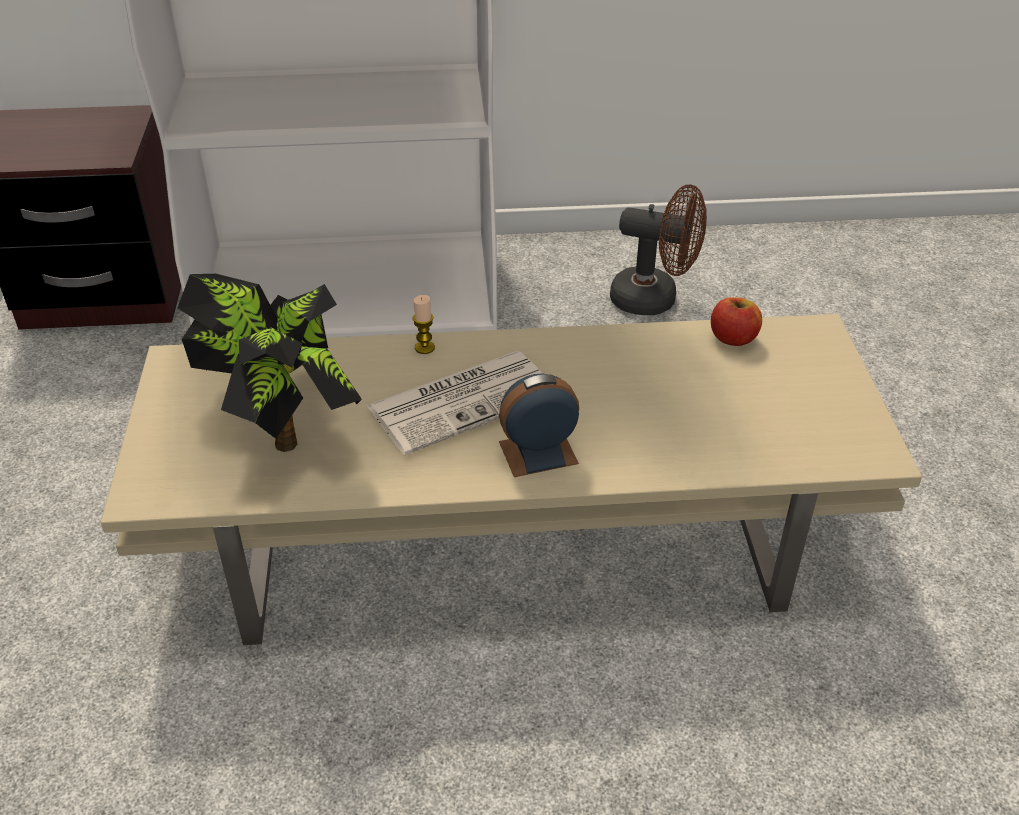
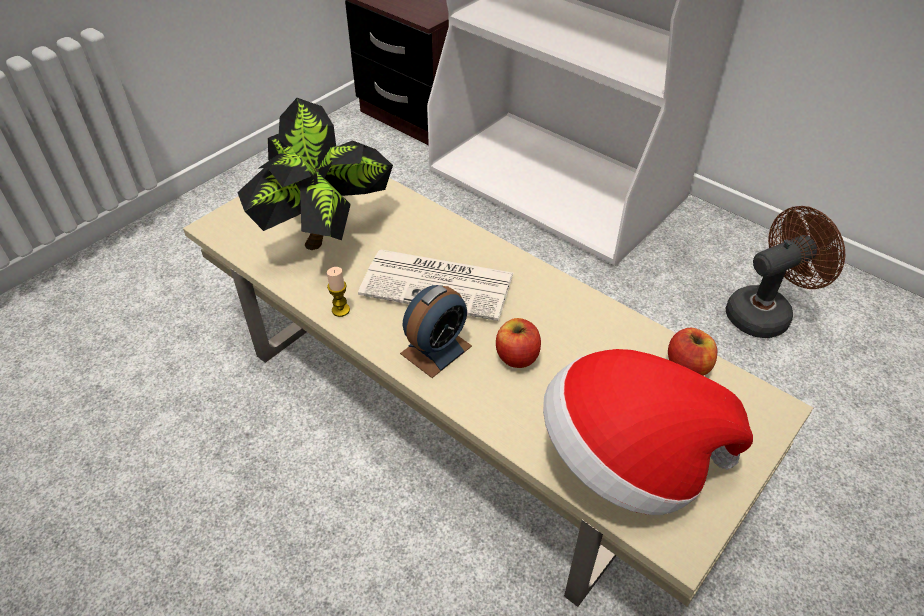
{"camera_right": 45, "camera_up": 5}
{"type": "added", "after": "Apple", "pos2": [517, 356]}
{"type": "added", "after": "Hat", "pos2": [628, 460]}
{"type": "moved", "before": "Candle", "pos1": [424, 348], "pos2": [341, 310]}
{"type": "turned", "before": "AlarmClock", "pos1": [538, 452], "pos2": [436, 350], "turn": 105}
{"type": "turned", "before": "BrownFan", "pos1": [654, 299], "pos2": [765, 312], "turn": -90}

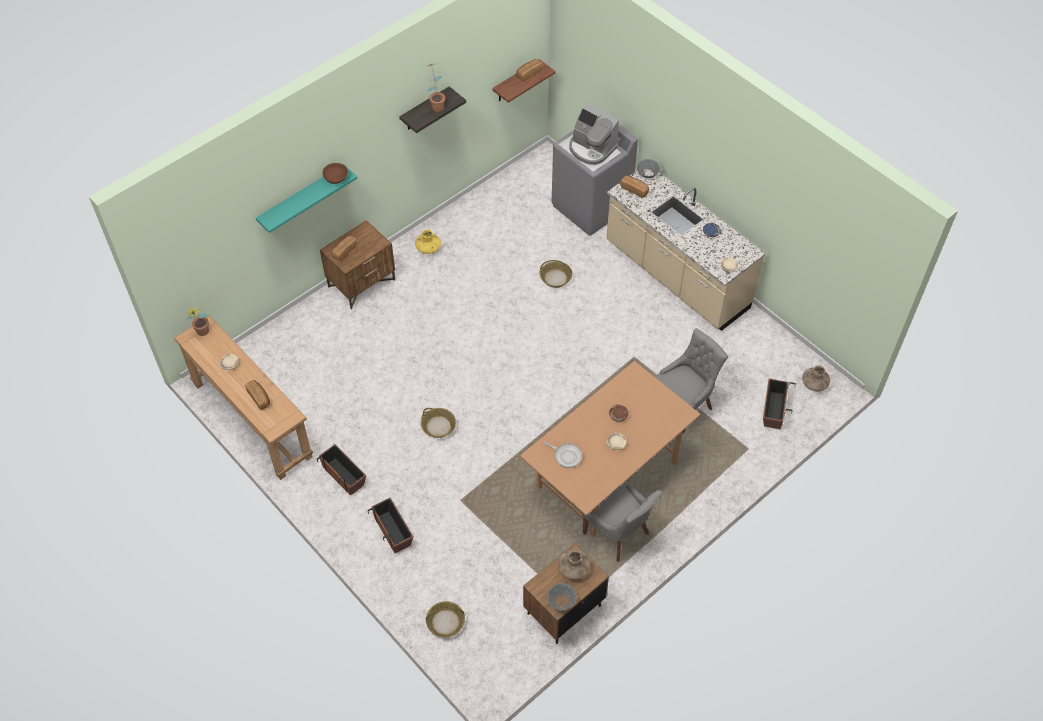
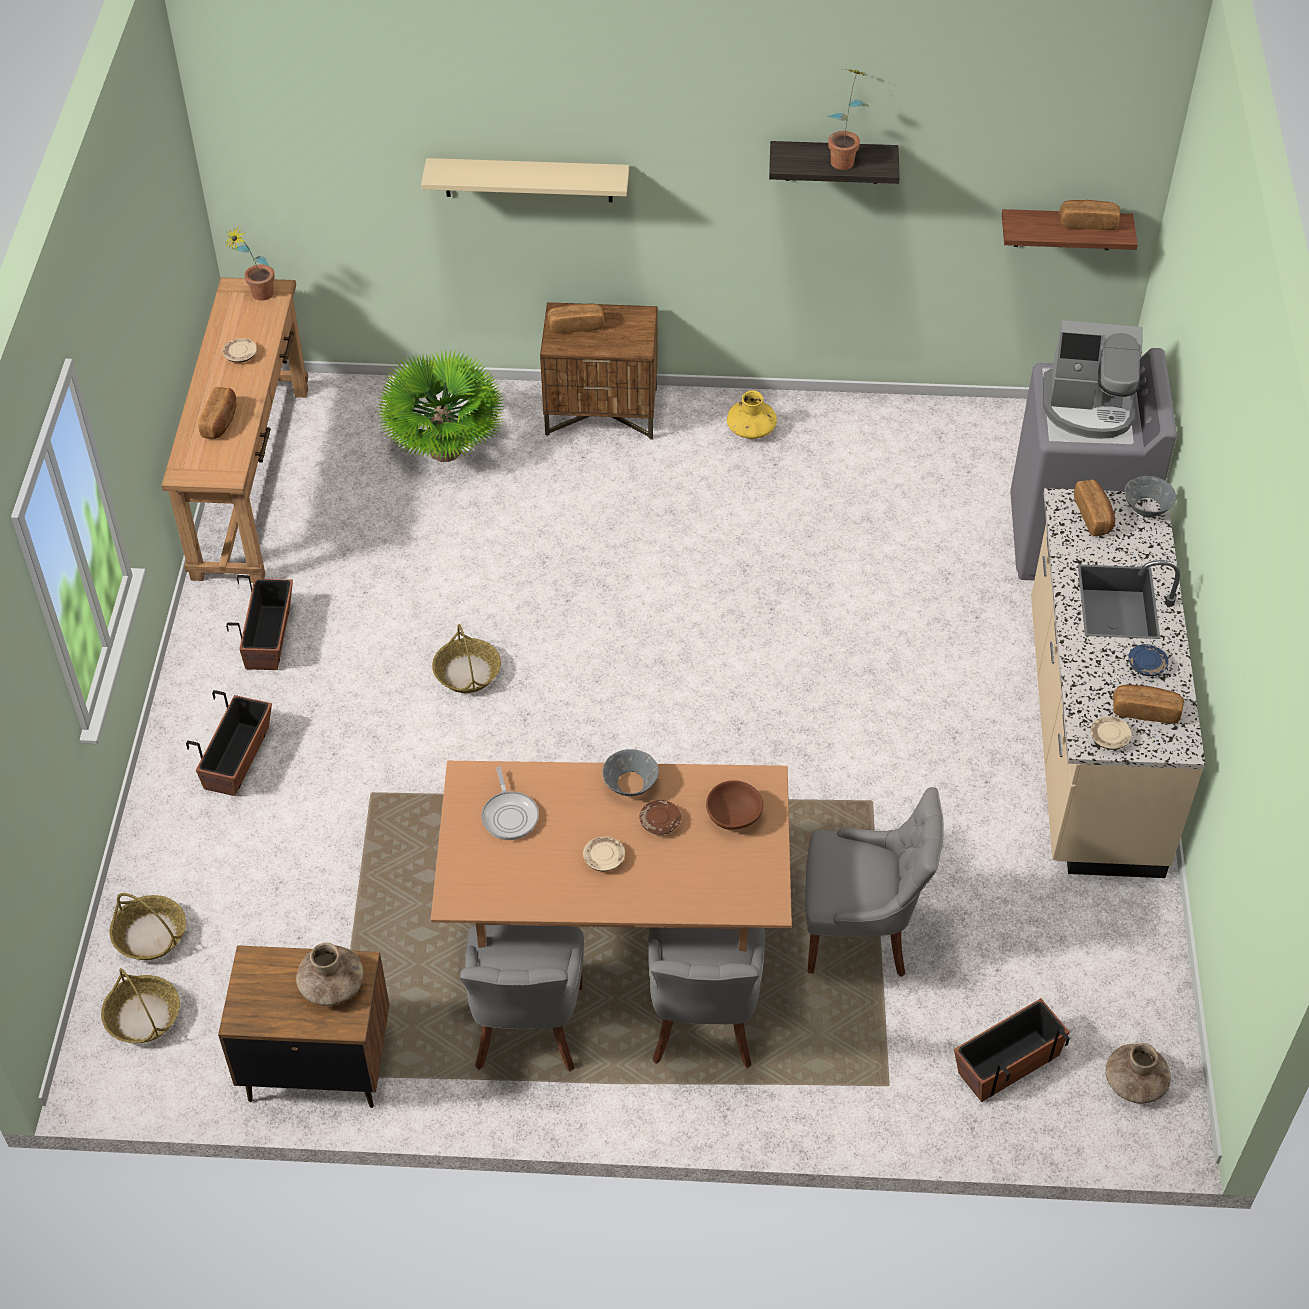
{"camera_right": 45, "camera_up": -5}
{"type": "added", "after": "PottedPlant", "pos2": [445, 450]}
{"type": "added", "after": "GreyChair", "pos2": [703, 1025]}
{"type": "added", "after": "Bread", "pos2": [1145, 711]}
{"type": "moved", "before": "BrownBowl", "pos1": [336, 179], "pos2": [733, 816]}
{"type": "moved", "before": "Basket", "pos1": [556, 278], "pos2": [144, 1017]}
{"type": "moved", "before": "GreyBowl", "pos1": [561, 601], "pos2": [630, 784]}
{"type": "recoloured", "before": "TurquoiseShelf", "after": "BeigeShelf", "pos1": [301, 198], "pos2": [528, 180]}
{"type": "turned", "before": "CoffeeMachine", "pos1": [591, 148], "pos2": [1088, 408], "turn": -75}

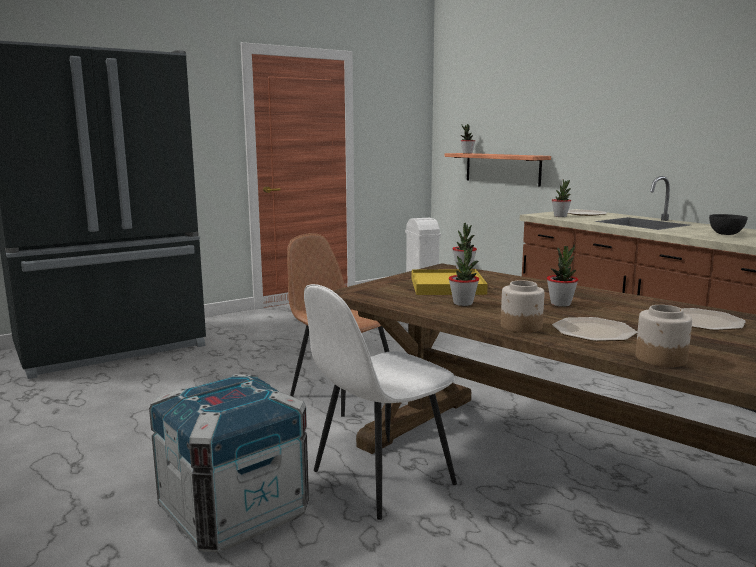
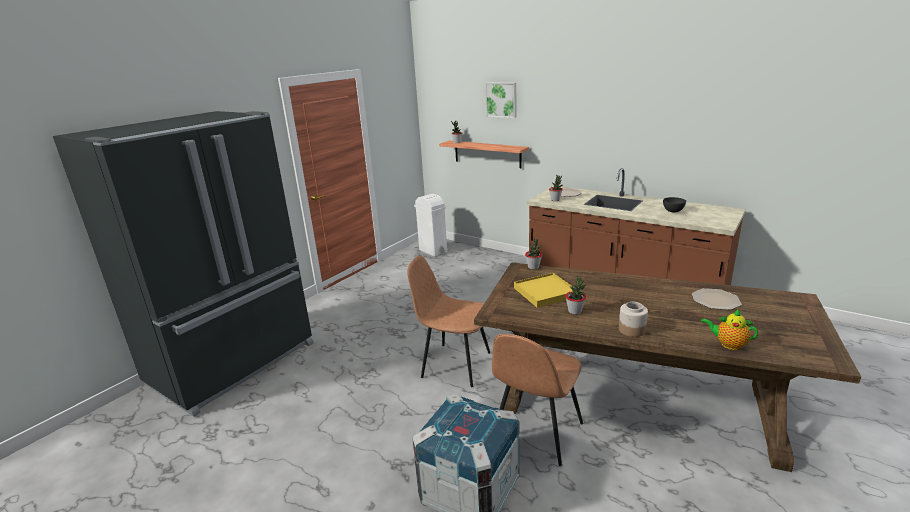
{"camera_right": -20, "camera_up": 10}
{"type": "removed", "before": "PottedPlant", "pos1": [560, 304]}
{"type": "removed", "before": "Plate", "pos1": [593, 331]}
{"type": "added", "after": "Picture", "pos2": [501, 99]}
{"type": "replaced", "before": "Jar", "after": "Teapot", "pos1": [661, 359], "pos2": [728, 344]}
{"type": "recoloured", "before": "WhiteChair", "after": "BrownChair", "pos1": [380, 479], "pos2": [536, 433]}

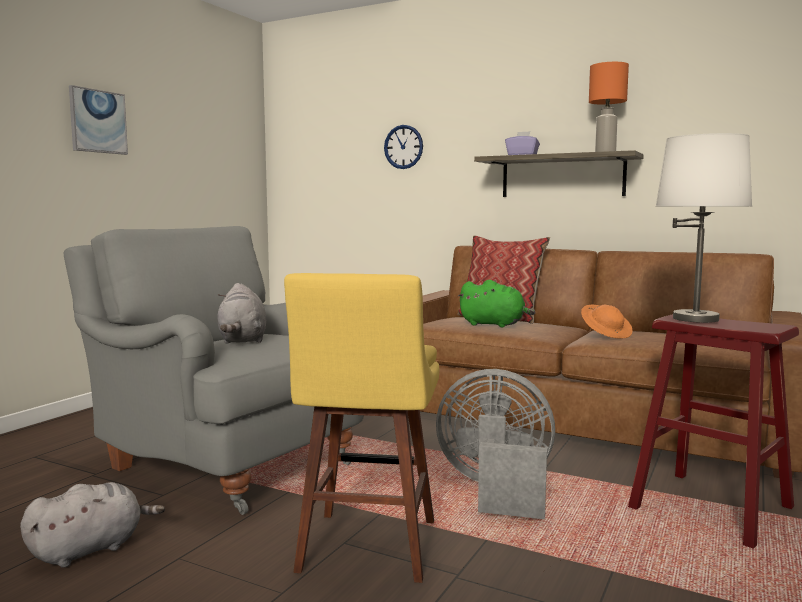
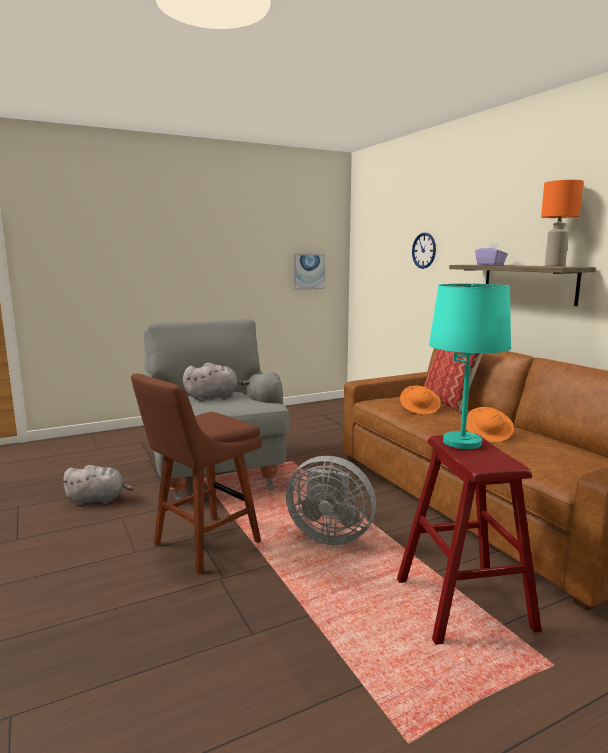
{"camera_right": 35, "camera_up": 5}
{"type": "moved", "before": "Picture", "pos1": [98, 121], "pos2": [308, 271]}
{"type": "replaced", "before": "GreenPlushToy", "after": "OrangeHat", "pos1": [494, 325], "pos2": [420, 409]}
{"type": "recoloured", "before": "YellowStool", "after": "BrownStool", "pos1": [367, 550], "pos2": [202, 545]}
{"type": "recoloured", "before": "WhiteTableLamp", "after": "TurquoiseTableLamp", "pos1": [695, 319], "pos2": [462, 442]}
{"type": "turned", "before": "GreyPlushToy", "pos1": [242, 340], "pos2": [214, 397], "turn": -135}
{"type": "turned", "before": "GreyFan", "pos1": [496, 490], "pos2": [329, 535], "turn": 150}

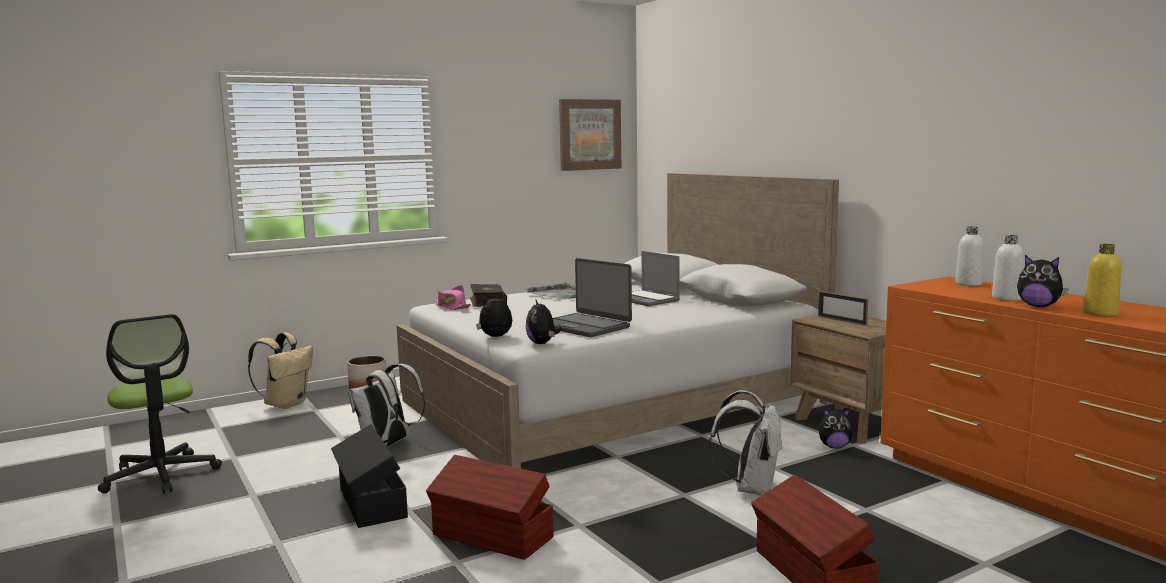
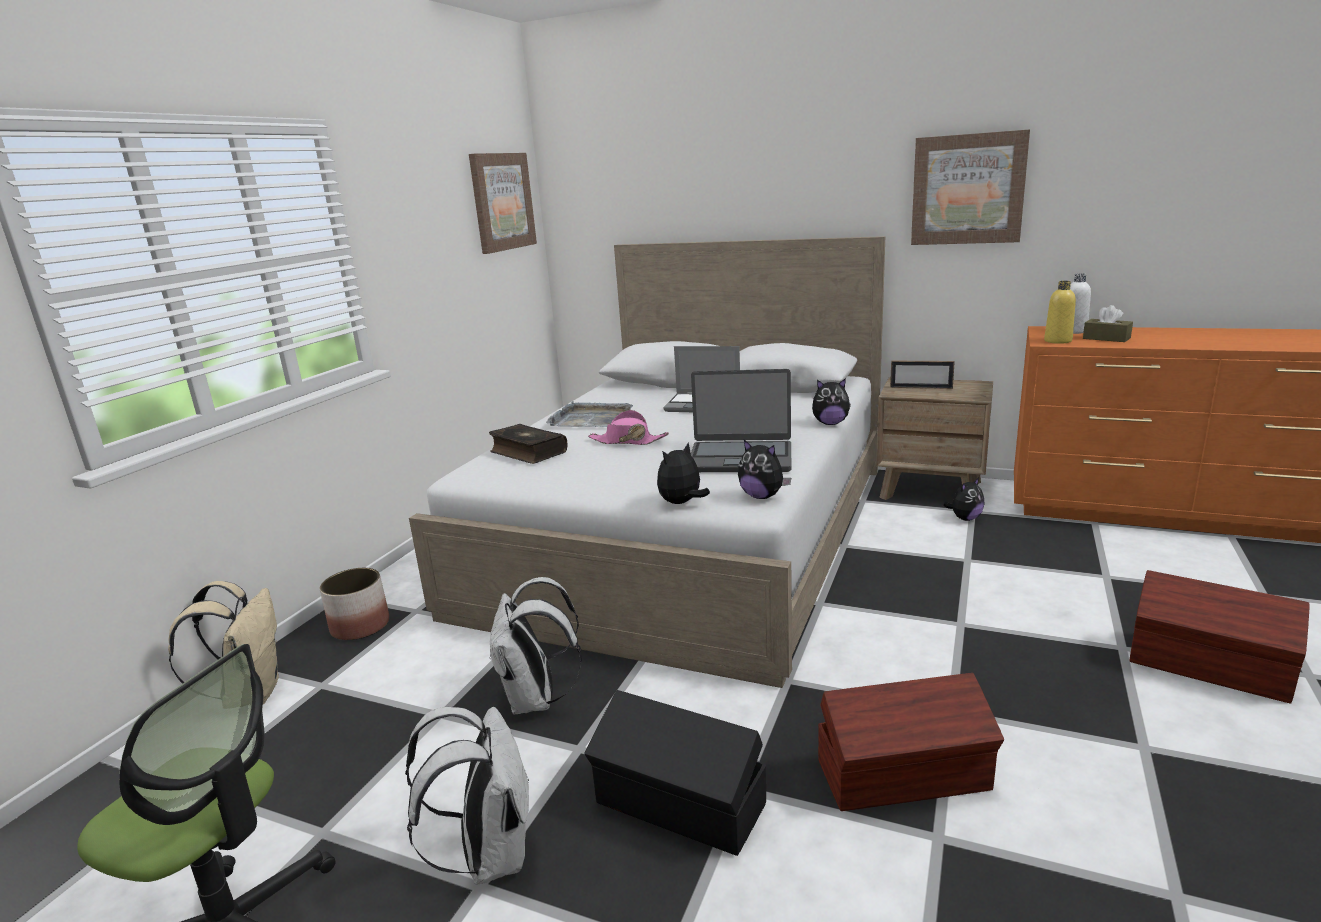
{"camera_right": -35, "camera_up": 10}
{"type": "removed", "before": "WhiteBottle", "pos1": [1006, 298]}
{"type": "added", "after": "Picture", "pos2": [968, 189]}
{"type": "added", "after": "BrownTissueBox", "pos2": [1106, 338]}
{"type": "moved", "before": "PinkHat", "pos1": [452, 306], "pos2": [628, 441]}
{"type": "moved", "before": "WhiteBackpack", "pos1": [751, 488], "pos2": [489, 854]}
{"type": "moved", "before": "PlushToy", "pos1": [1038, 306], "pos2": [830, 423]}
{"type": "moved", "before": "YellowBottle", "pos1": [1100, 313], "pos2": [1058, 341]}

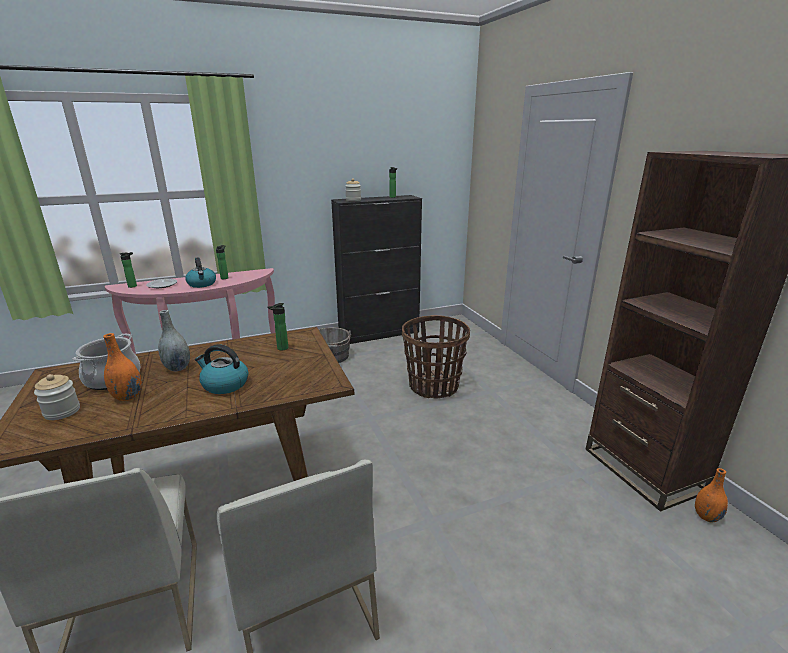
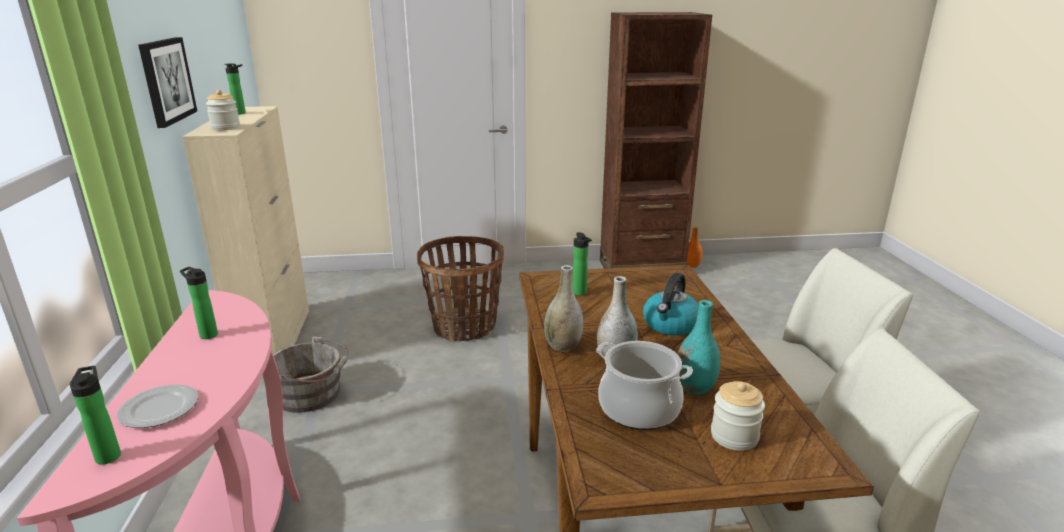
{"camera_right": -75, "camera_up": 0}
{"type": "removed", "before": "Kettle", "pos1": [202, 284]}
{"type": "added", "after": "Picture", "pos2": [166, 81]}
{"type": "added", "after": "GreyVase", "pos2": [563, 346]}
{"type": "recoloured", "before": "OrangeVase", "after": "TurquoiseVase", "pos1": [127, 396], "pos2": [694, 388]}
{"type": "recoloured", "before": "BlackCabinet", "after": "BeigeCabinet", "pos1": [379, 333], "pos2": [275, 341]}

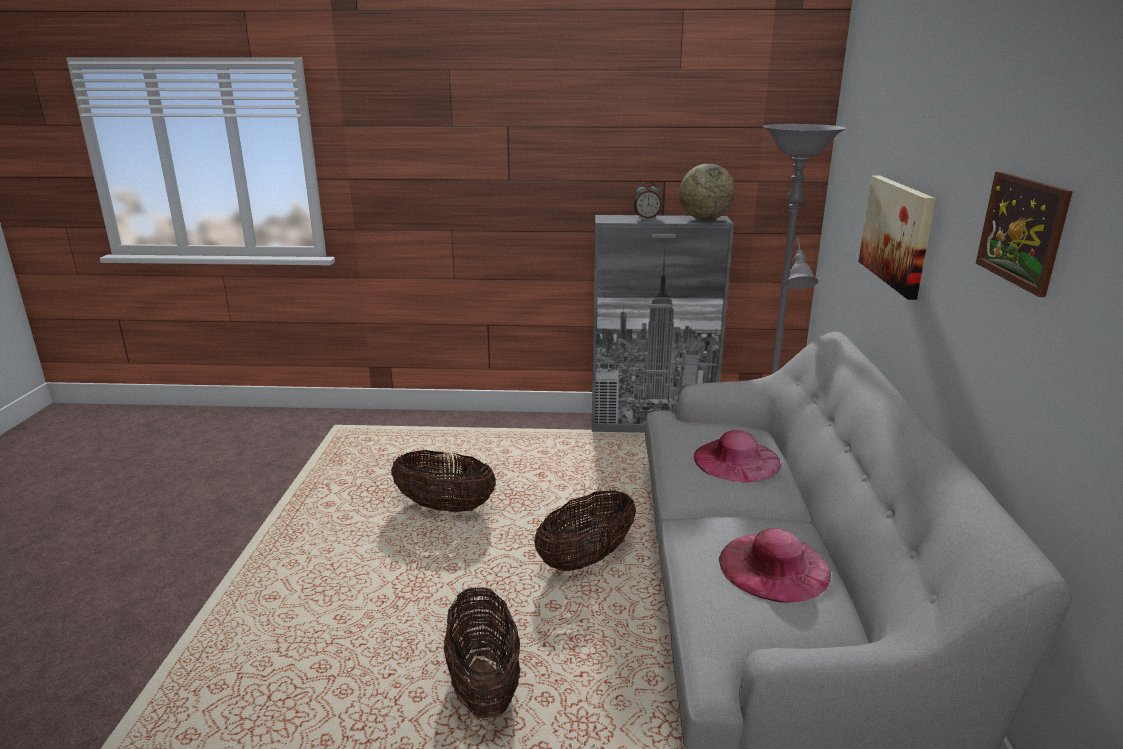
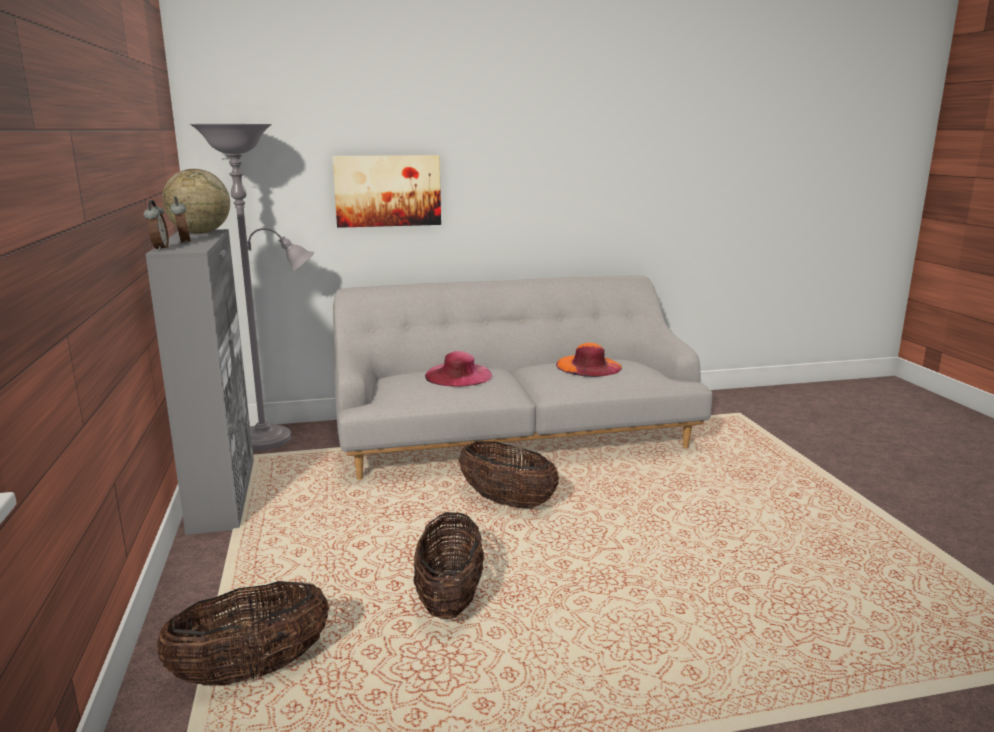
{"camera_right": -105, "camera_up": -5}
{"type": "removed", "before": "Picture", "pos1": [1021, 231]}
{"type": "added", "after": "AlarmClock", "pos2": [159, 248]}
{"type": "moved", "before": "Basket", "pos1": [484, 684], "pos2": [252, 671]}
{"type": "recoloured", "before": "PinkHat", "after": "OrangeHat", "pos1": [774, 566], "pos2": [589, 366]}

